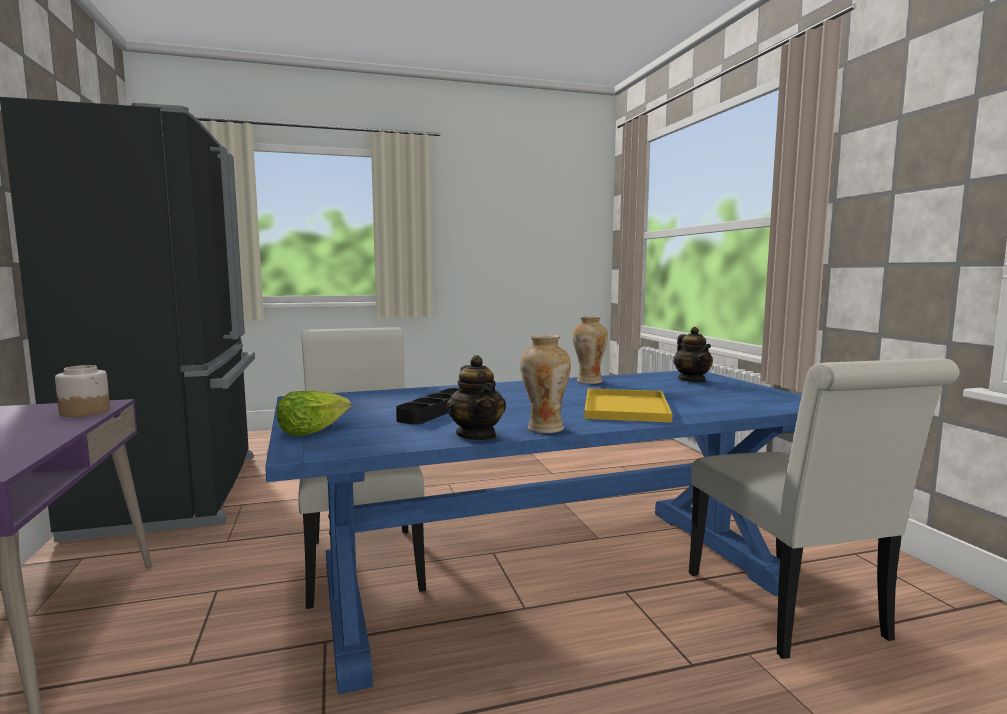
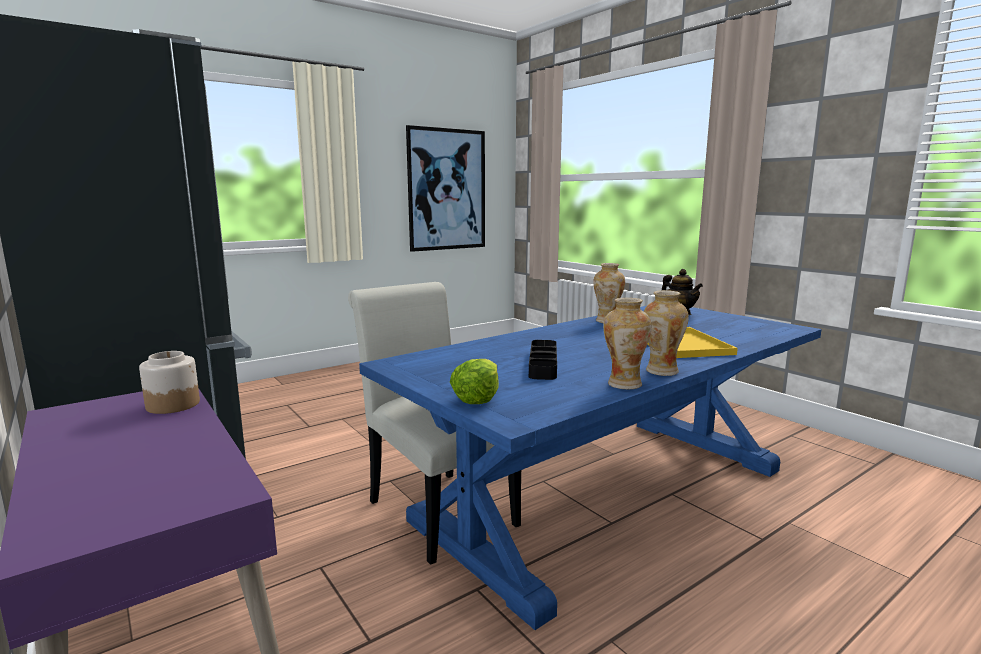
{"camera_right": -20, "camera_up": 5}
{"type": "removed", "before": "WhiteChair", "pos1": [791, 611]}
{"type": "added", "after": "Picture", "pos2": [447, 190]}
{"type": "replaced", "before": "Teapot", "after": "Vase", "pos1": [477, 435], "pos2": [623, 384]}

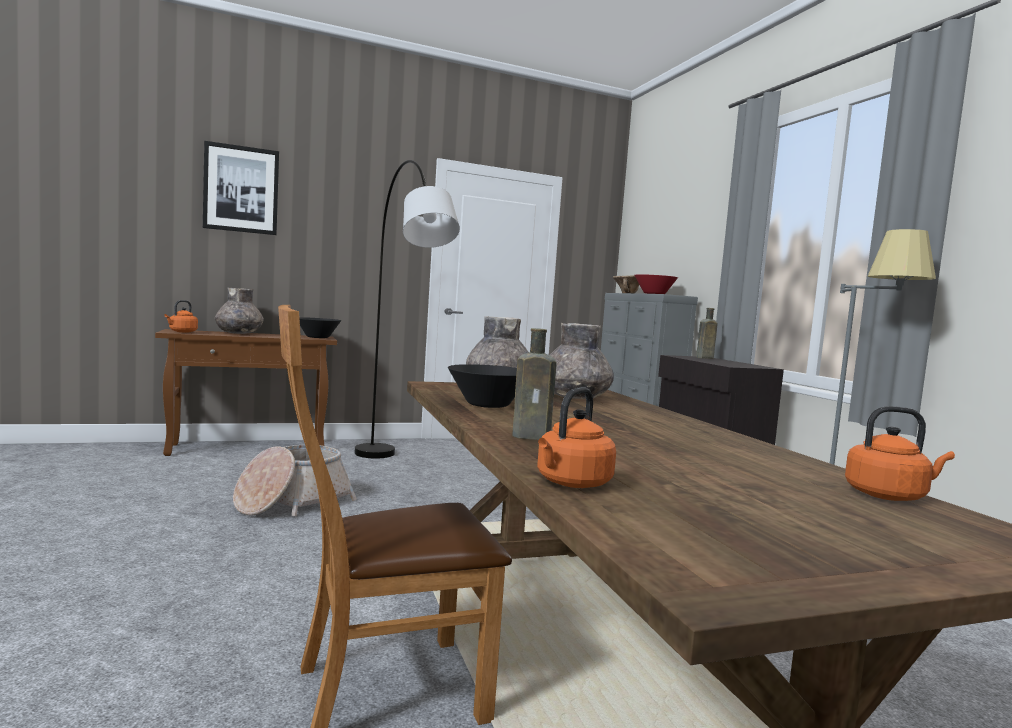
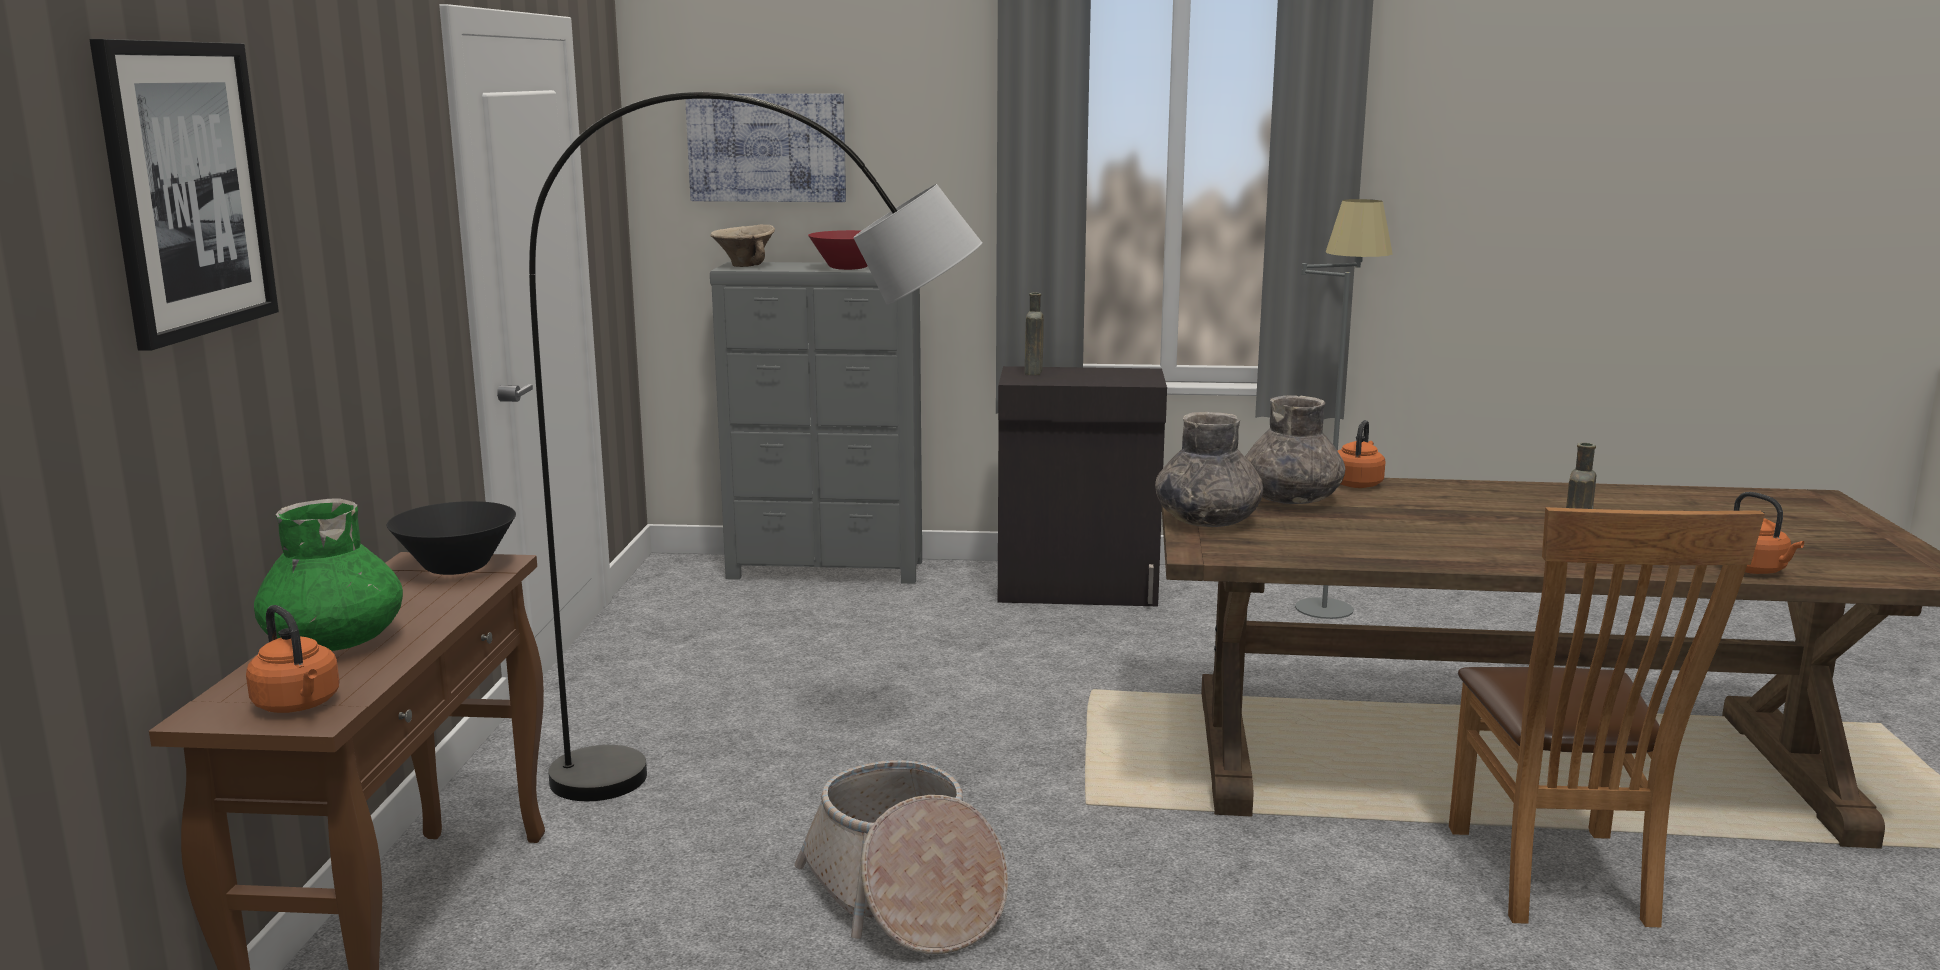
{"camera_right": -65, "camera_up": 10}
{"type": "removed", "before": "BlackBowl", "pos1": [487, 405]}
{"type": "added", "after": "Picture", "pos2": [767, 147]}
{"type": "moved", "before": "OrangeKettle", "pos1": [889, 495], "pos2": [1357, 484]}
{"type": "recoloured", "before": "GreyVase", "after": "GreenVase", "pos1": [239, 333], "pos2": [335, 641]}

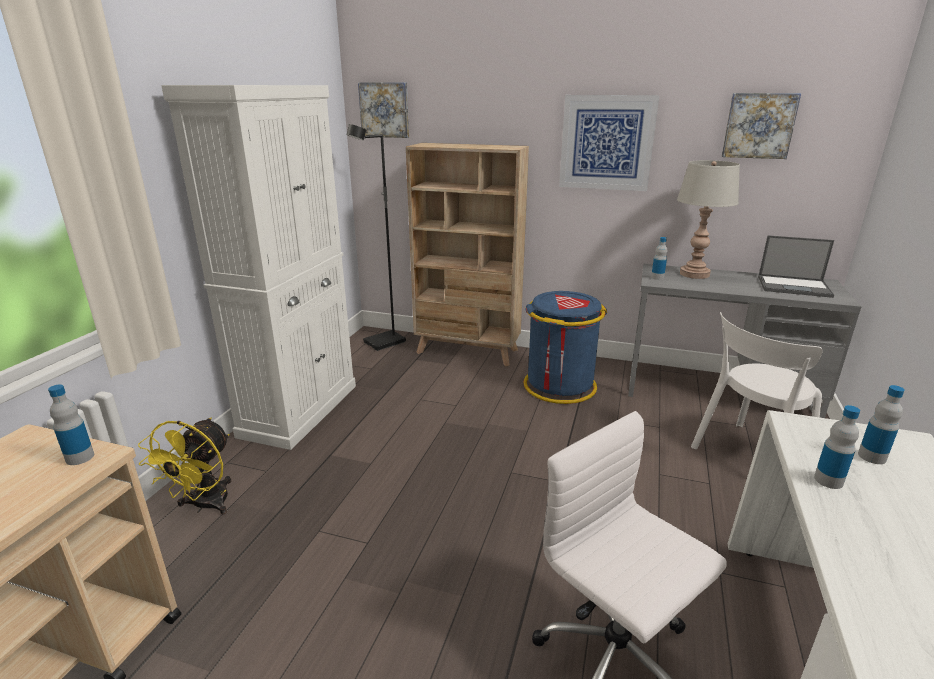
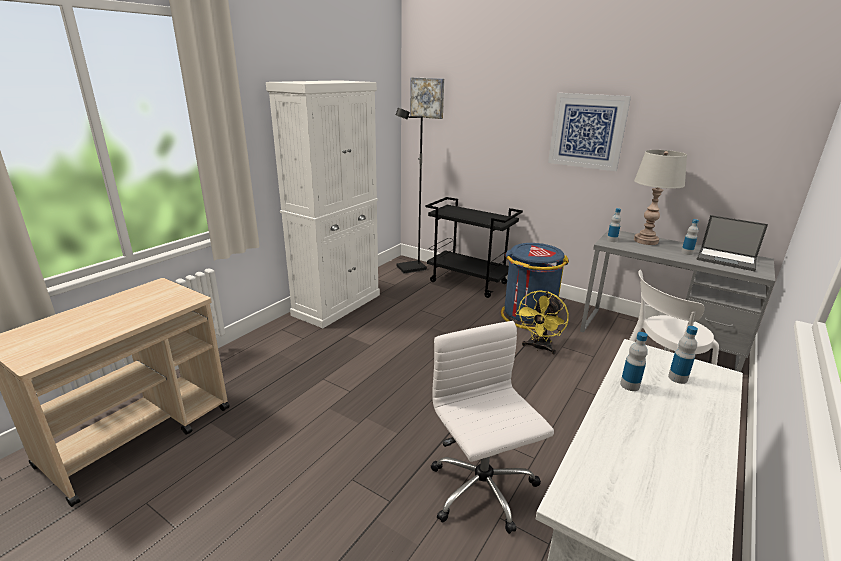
{"camera_right": 15, "camera_up": 0}
{"type": "removed", "before": "Picture", "pos1": [759, 125]}
{"type": "moved", "before": "Bottle", "pos1": [80, 457], "pos2": [686, 253]}
{"type": "moved", "before": "YellowFan", "pos1": [204, 506], "pos2": [539, 348]}
{"type": "replaced", "before": "BeigeBookcase", "after": "BlackCart", "pos1": [467, 351], "pos2": [469, 282]}

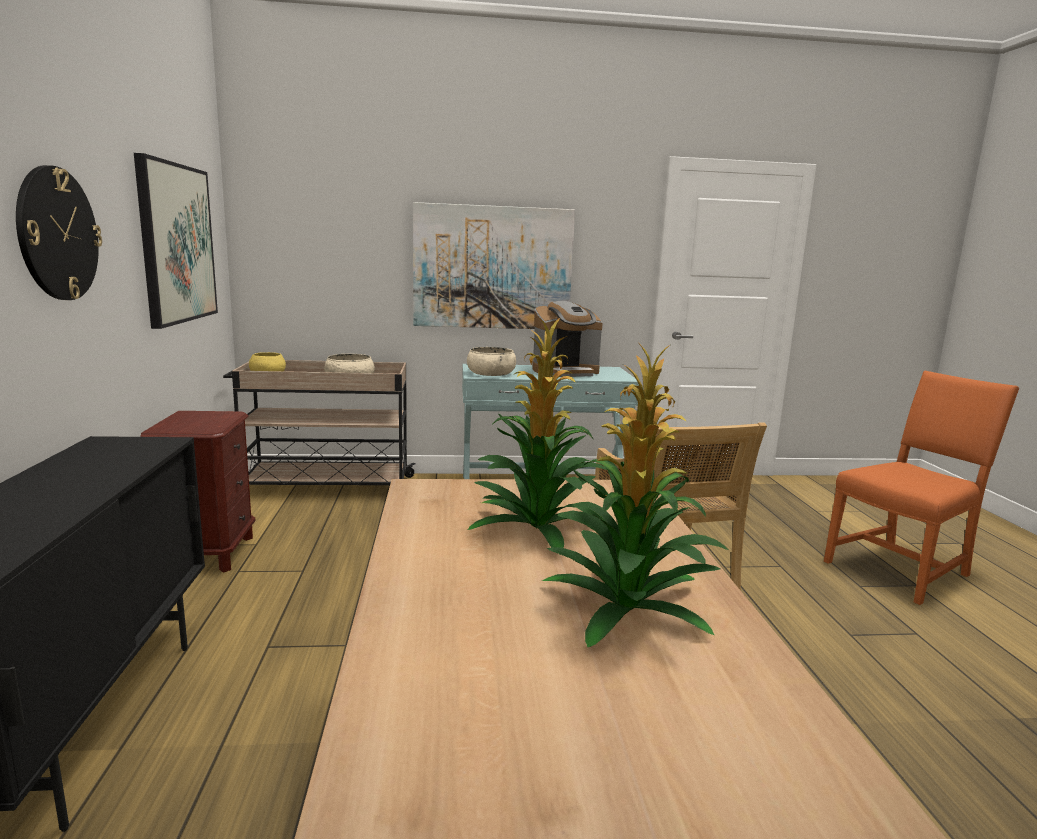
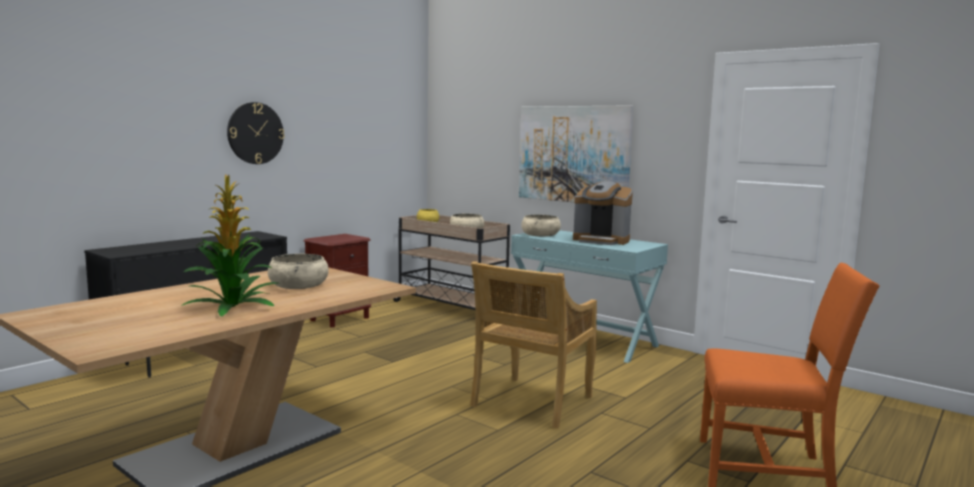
{"camera_right": 45, "camera_up": -5}
{"type": "removed", "before": "Picture", "pos1": [177, 243]}
{"type": "replaced", "before": "PottedPlant", "after": "BeigeBowl", "pos1": [537, 526], "pos2": [298, 285]}

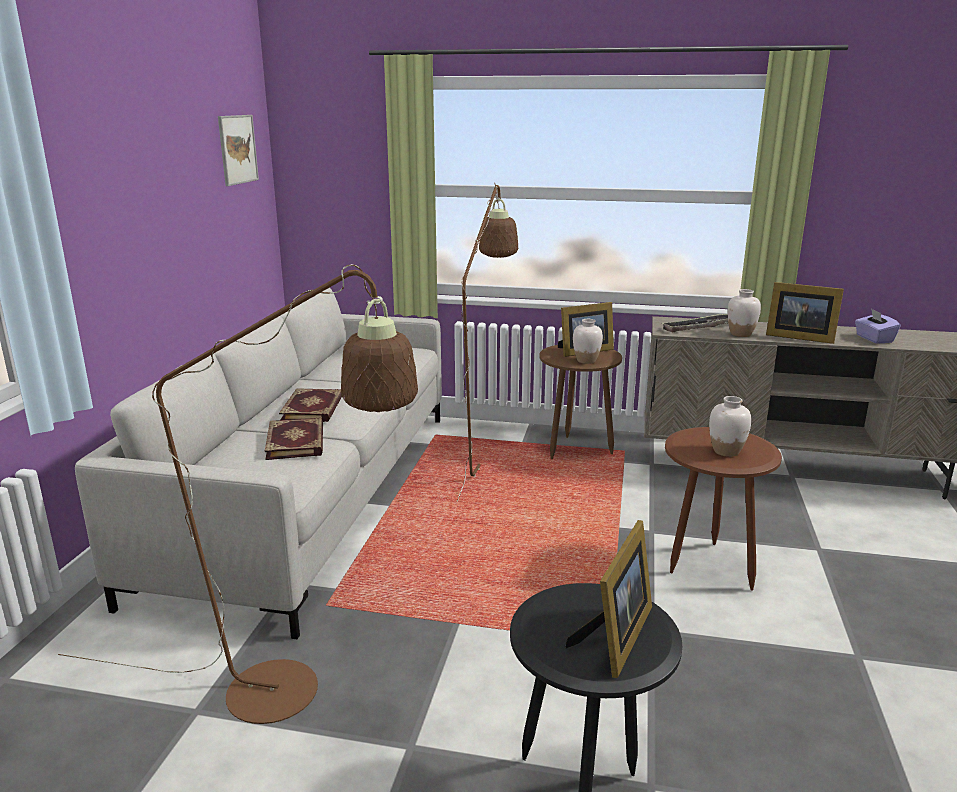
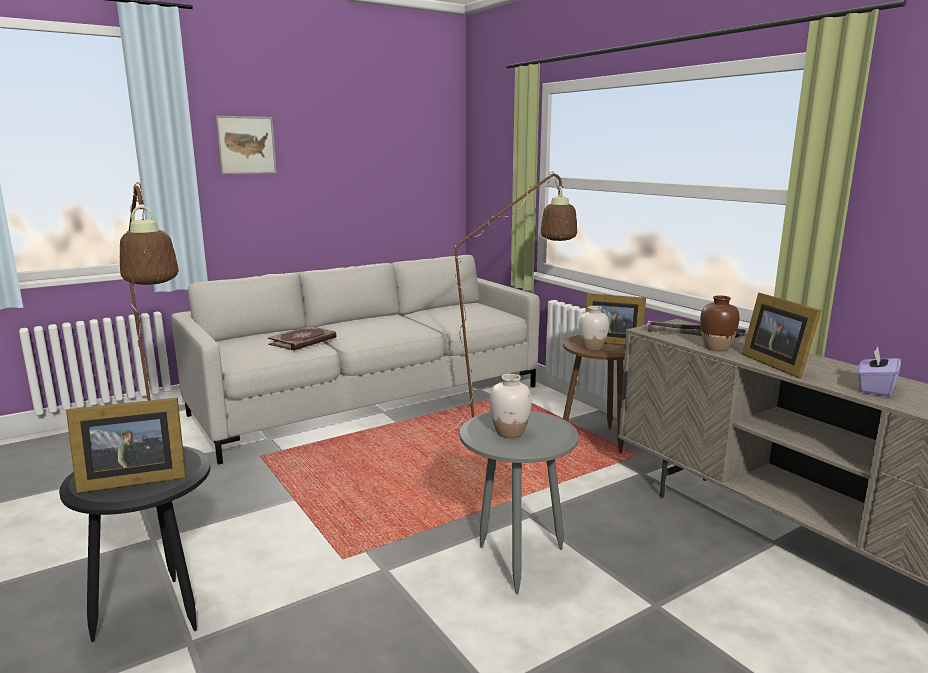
{"camera_right": 45, "camera_up": -5}
{"type": "removed", "before": "Book", "pos1": [313, 408]}
{"type": "moved", "before": "Picture", "pos1": [237, 149], "pos2": [246, 145]}
{"type": "recoloured", "before": "BrownSideTable", "after": "GreySideTable", "pos1": [707, 568], "pos2": [515, 560]}
{"type": "recoloured", "before": "WhiteVase", "after": "BrownVase", "pos1": [740, 334], "pos2": [716, 347]}

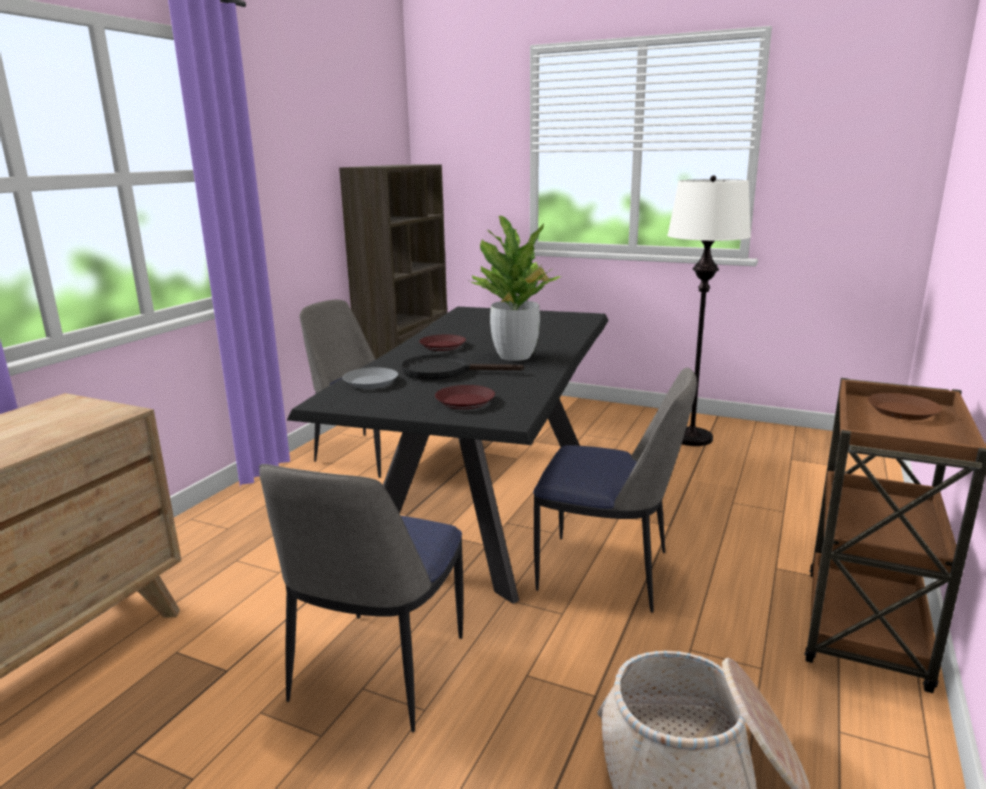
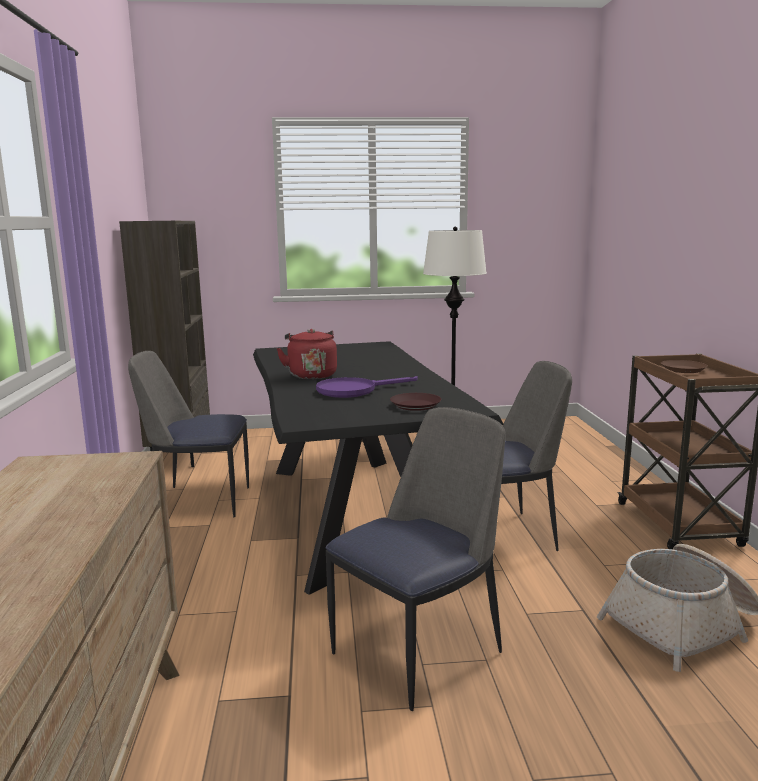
{"camera_right": -30, "camera_up": -5}
{"type": "removed", "before": "GreyPlate", "pos1": [371, 382]}
{"type": "removed", "before": "PottedPlant", "pos1": [515, 356]}
{"type": "replaced", "before": "BrownPlate", "after": "RedKettle", "pos1": [443, 346], "pos2": [311, 375]}
{"type": "recoloured", "before": "BlackFryingPan", "after": "PurpleFryingPan", "pos1": [445, 371], "pos2": [354, 390]}
{"type": "turned", "before": "Chair", "pos1": [377, 672], "pos2": [420, 650], "turn": -120}

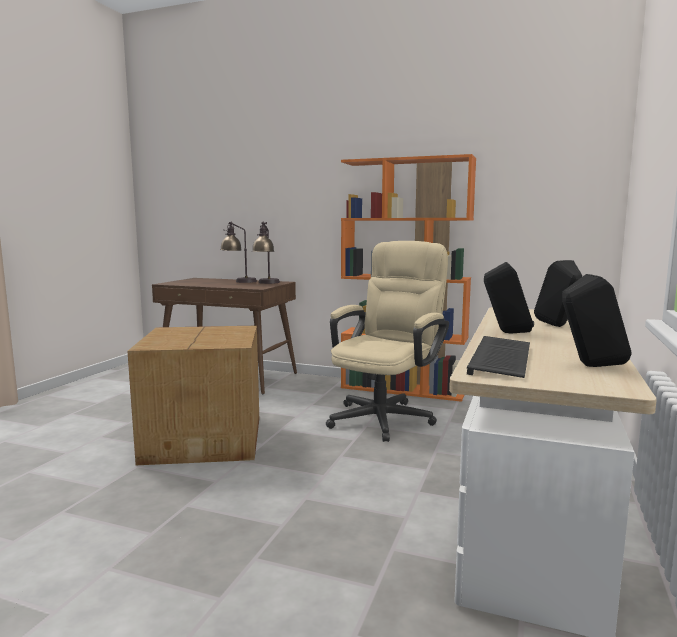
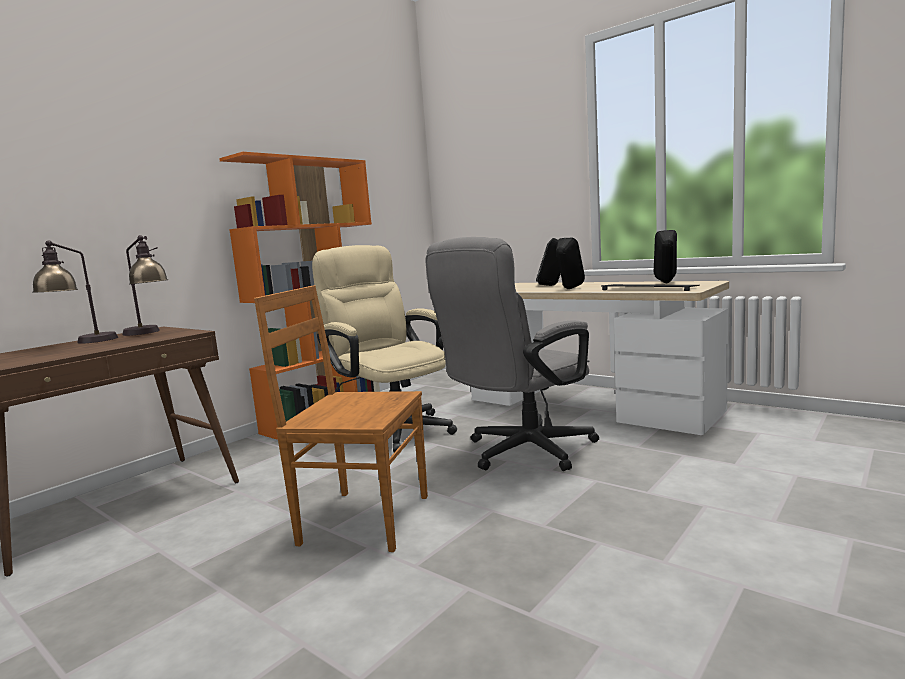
{"camera_right": -70, "camera_up": 0}
{"type": "added", "after": "GreyOfficeChair", "pos2": [520, 453]}
{"type": "replaced", "before": "CardboardBox", "after": "BrownChair", "pos1": [206, 438], "pos2": [362, 519]}

